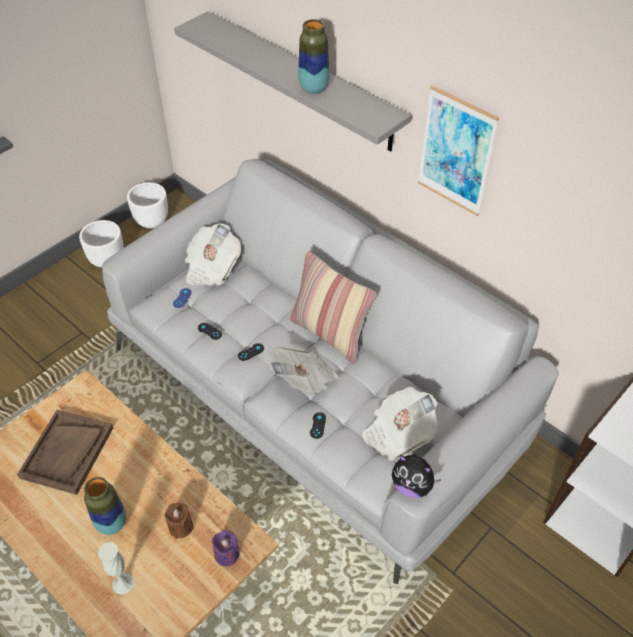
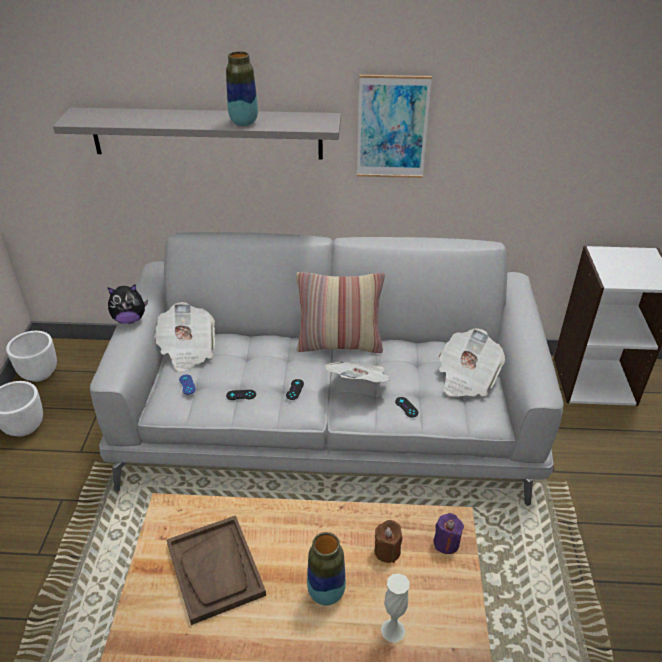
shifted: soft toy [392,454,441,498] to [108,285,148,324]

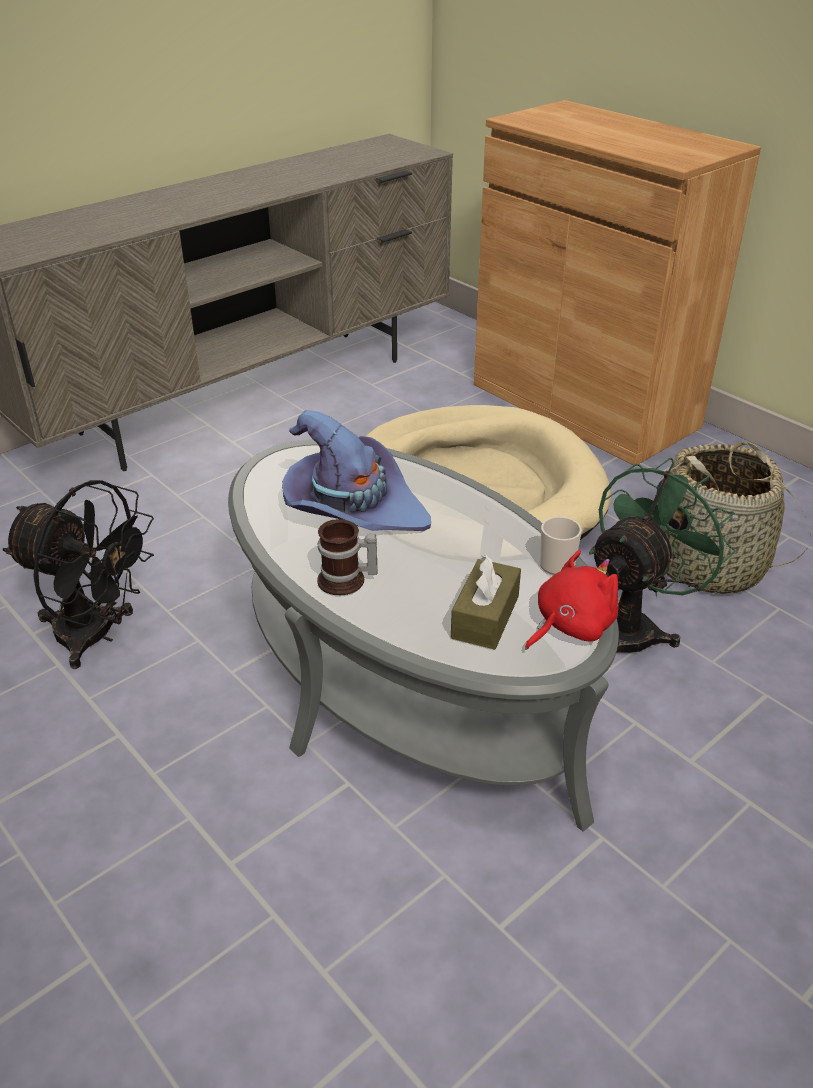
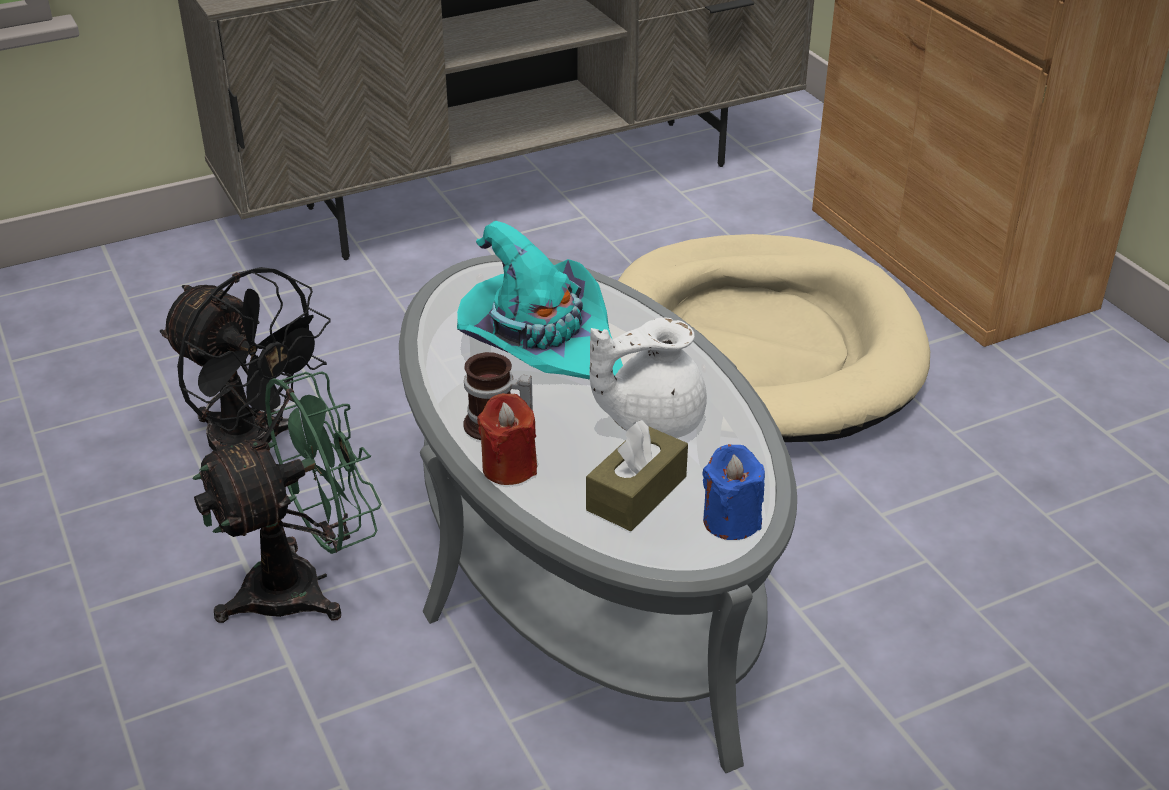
gone: tea mug [540,516,582,575]; storage basket [660,442,807,594]
new: red-coloured candle [477,393,537,485]; white tea pot [590,317,707,438]
shifted: greenish electric fan [589,458,736,653] to [192,371,382,623]
swapped: red-coloured soft toy [525,550,619,650] to bluish candle [702,444,765,540]
repainted: purple hat [282,410,431,531] to turquoise hat [457,221,623,379]

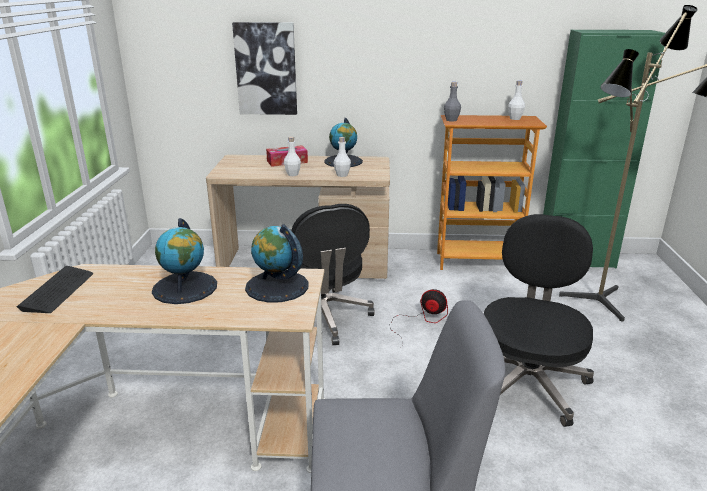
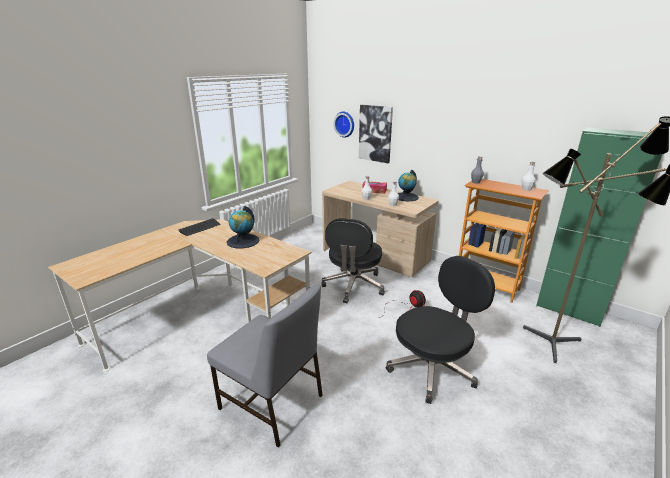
gone: world globe [245,224,308,303]
new: hanging clock [334,112,354,138]

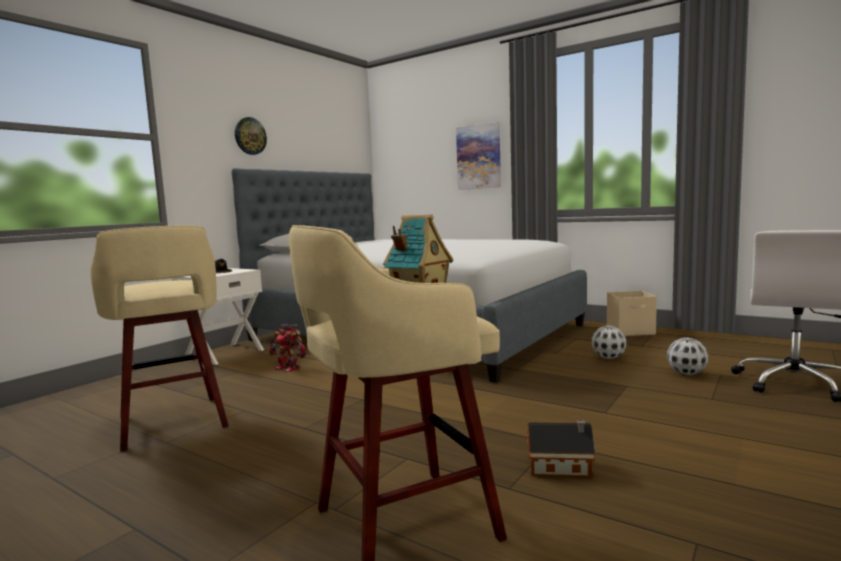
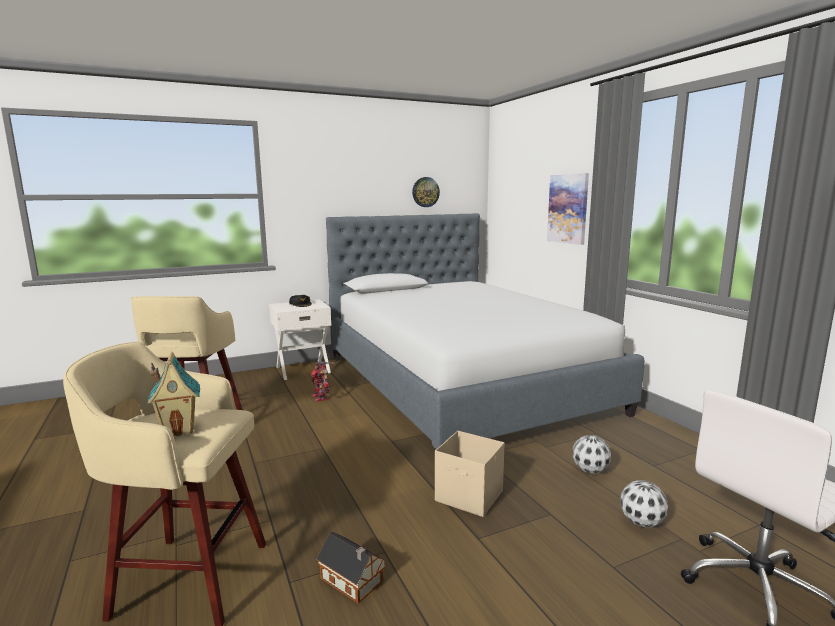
shifted: hanging clock [235,117,267,155] to [412,177,440,207]; sand-coloured storage container [607,291,657,336] to [435,431,505,517]

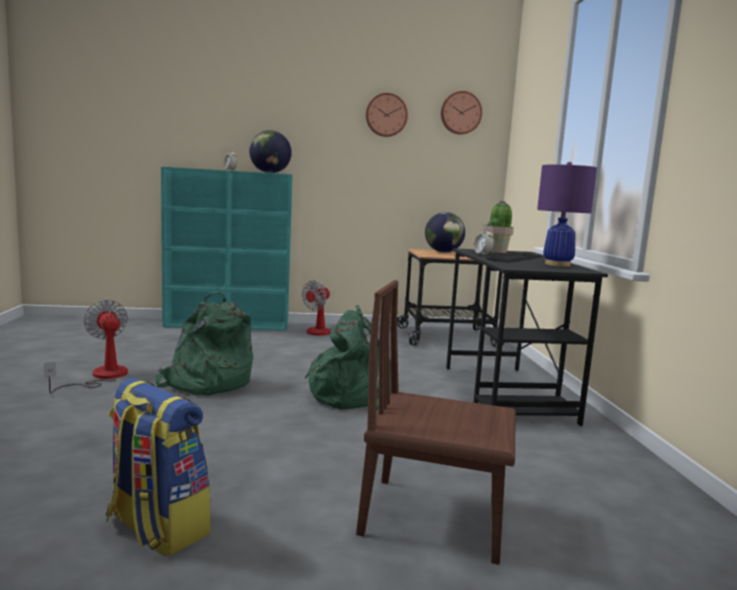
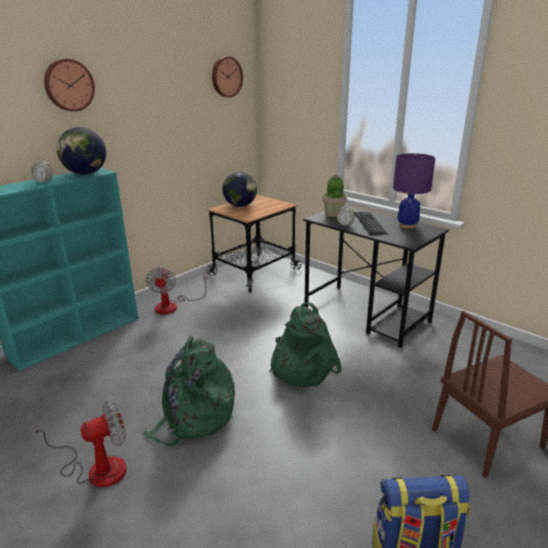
shifted: hanging clock [366,93,408,137] to [44,59,95,112]
rotated: electric fan [44,299,128,393] = [33,400,127,487] 135 degrees clockwise

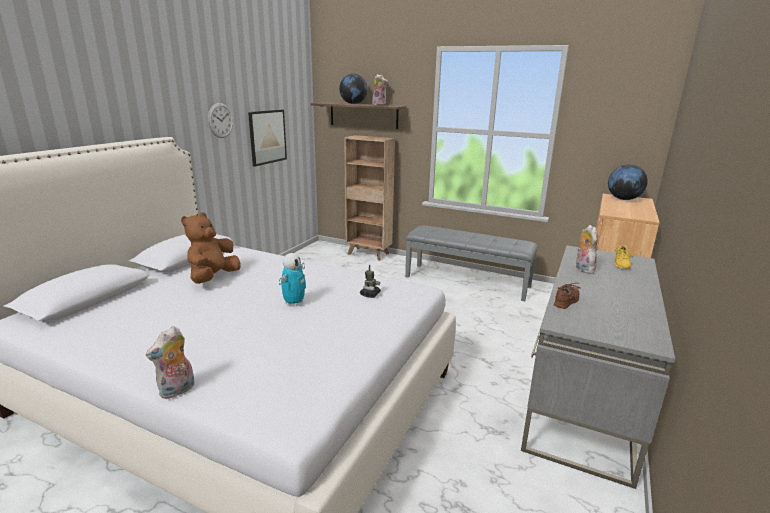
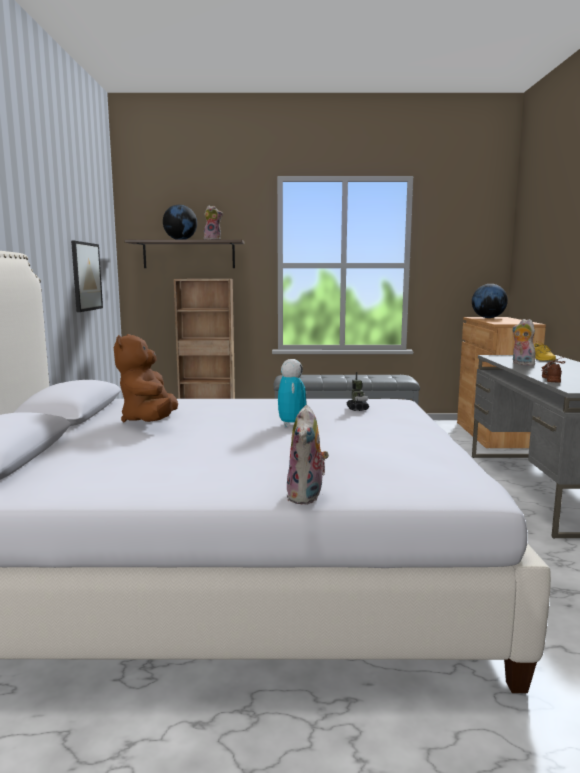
gone: hanging clock [208,103,233,138]

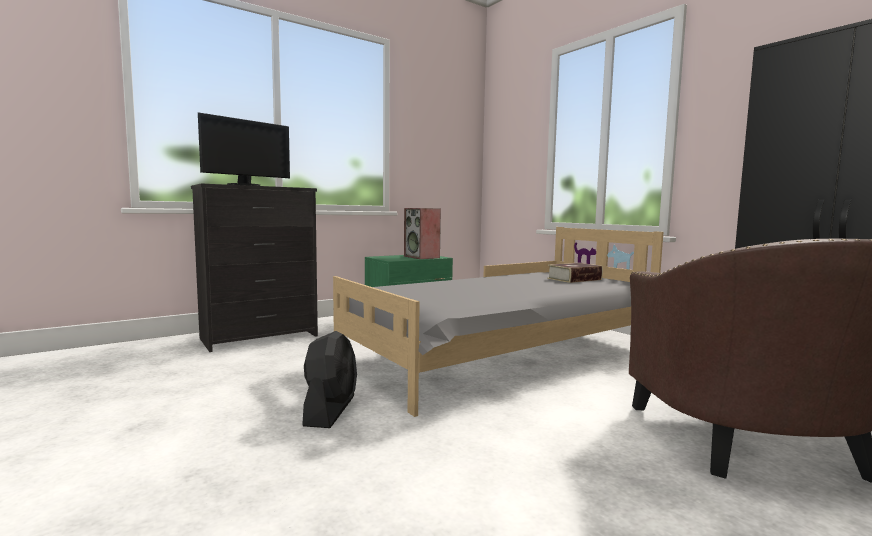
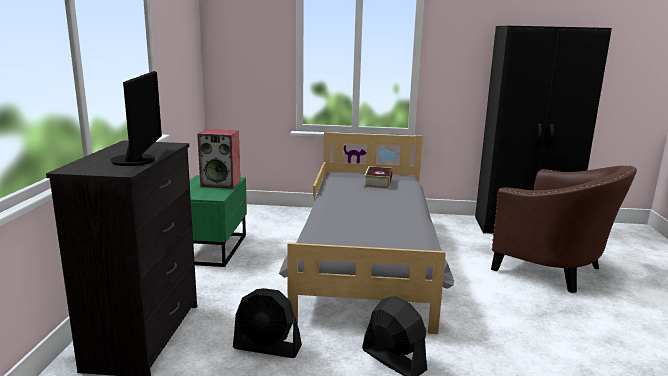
new: black-coloured electric fan [233,288,302,358]

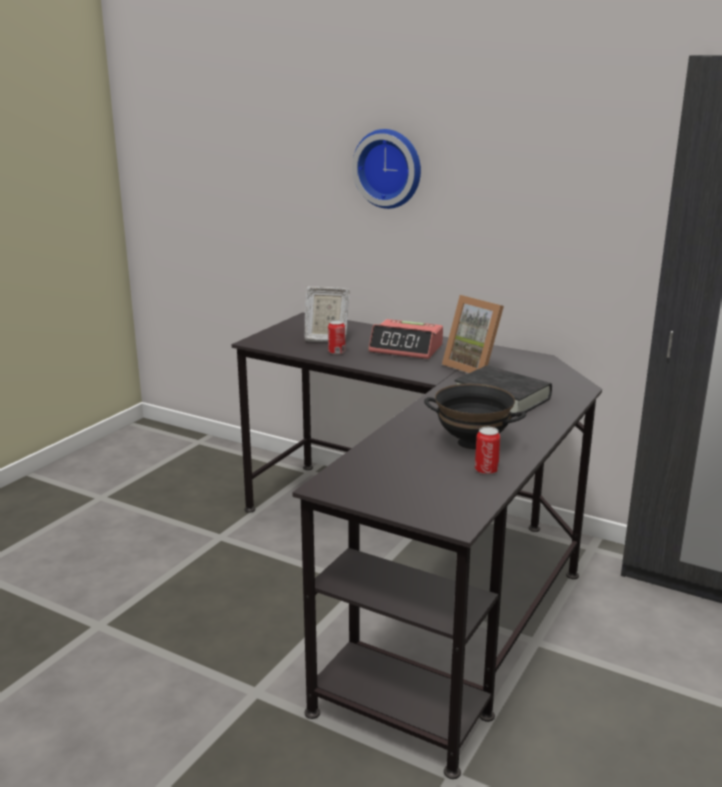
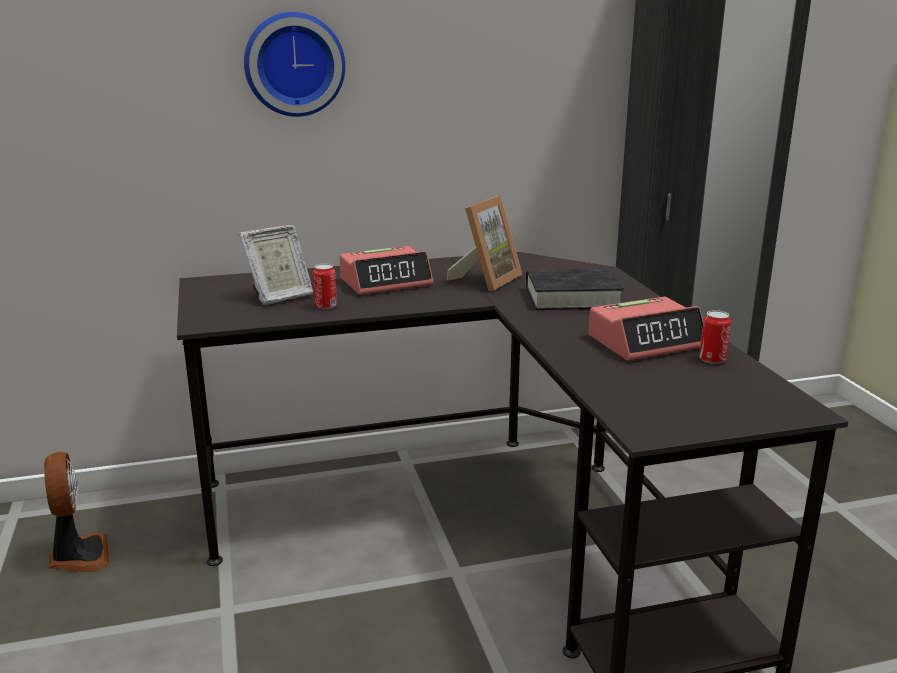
new: electric fan [44,452,109,572]
swapped: black-coloured bowl [424,384,526,449] to bedside clock [589,297,703,361]
rotated: picture frame [442,295,504,373] = [447,195,522,291] 60 degrees counterclockwise

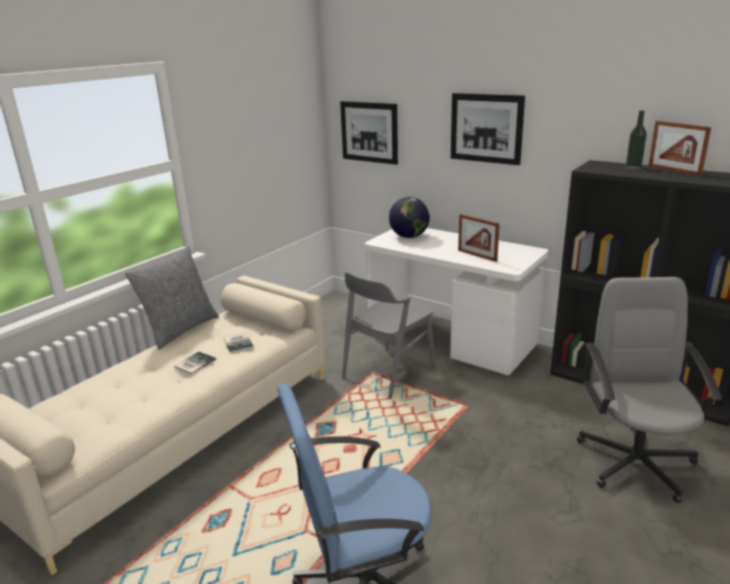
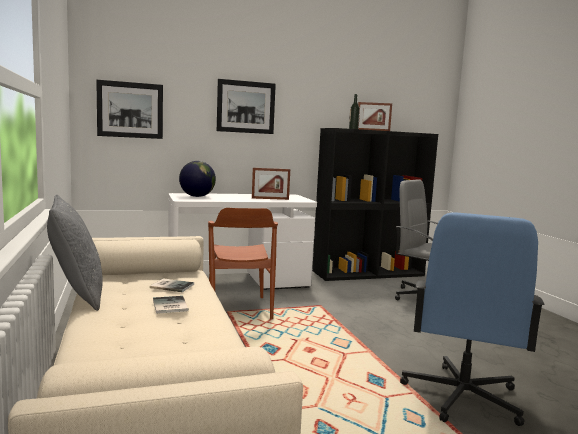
repainted: greyish chair [342,272,435,399] to brown-coloured chair [208,208,278,319]

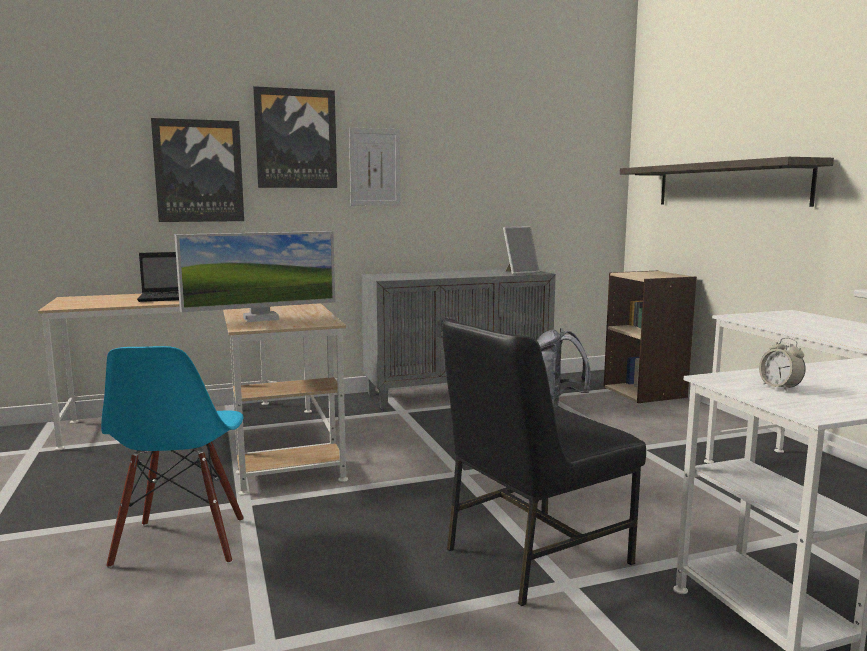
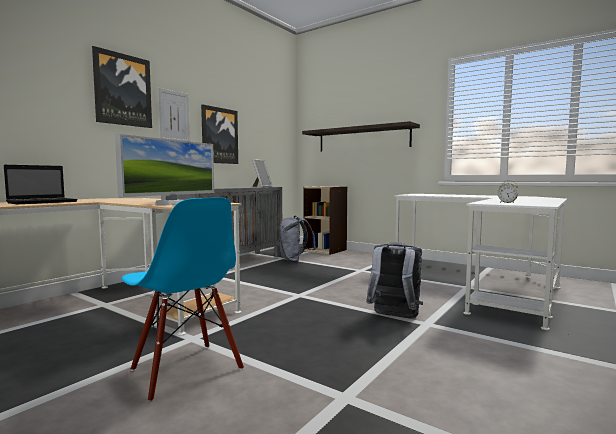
shifted: wall picture [151,118,244,222] to [201,104,238,164]
swapped: black-coloured chair [442,318,646,606] to greyish rucksack [366,242,423,318]

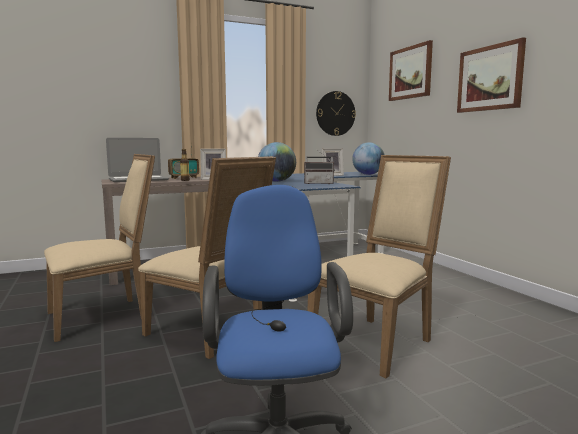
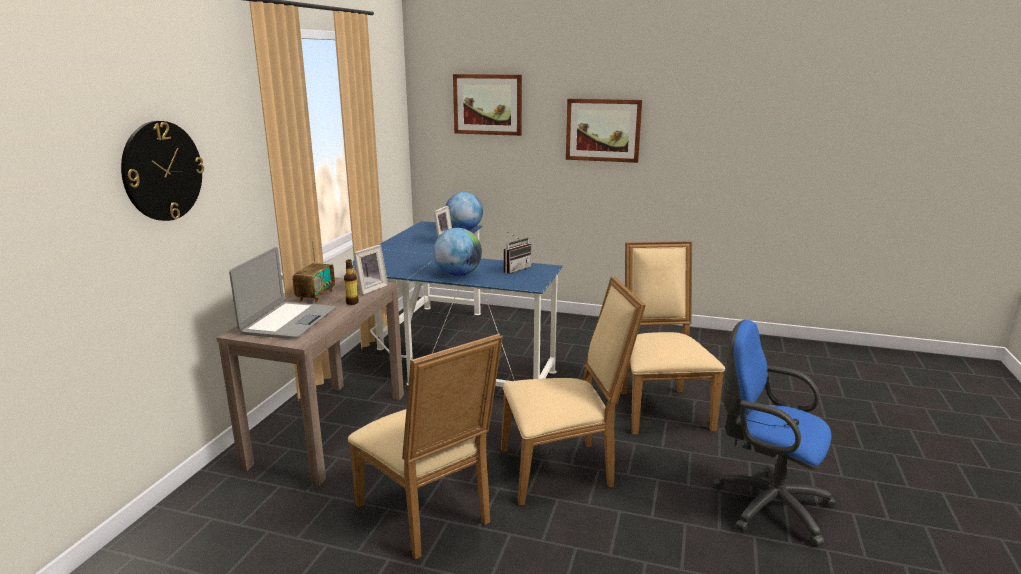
shifted: hanging clock [316,91,356,136] to [121,121,204,221]
rotated: sand-coloured chair [44,154,155,342] = [348,333,503,559] 135 degrees clockwise

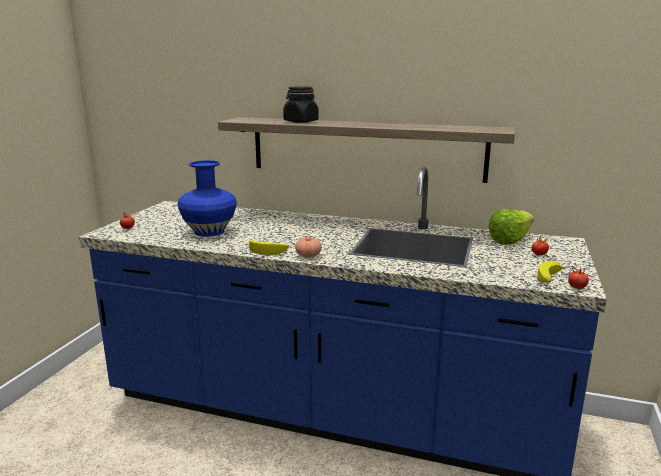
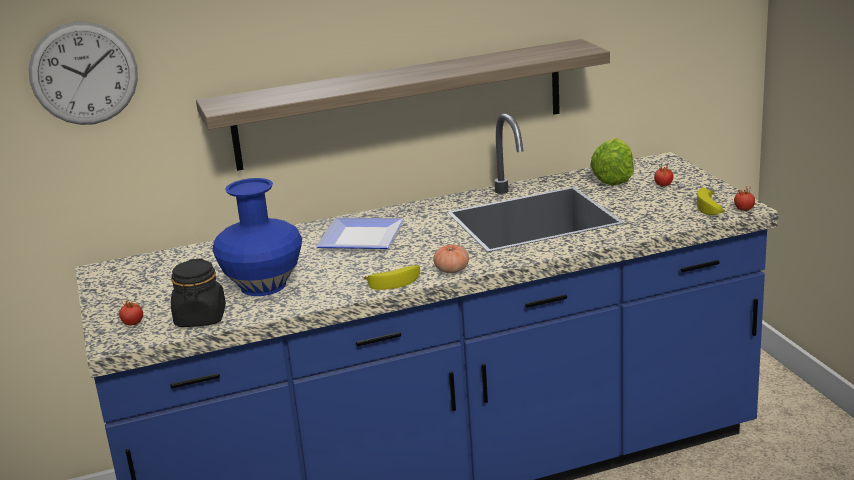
new: hanging clock [29,22,138,125]; flat dish [316,218,404,249]
shifted: black-coloured storage jar [283,86,319,123] to [171,258,226,327]

